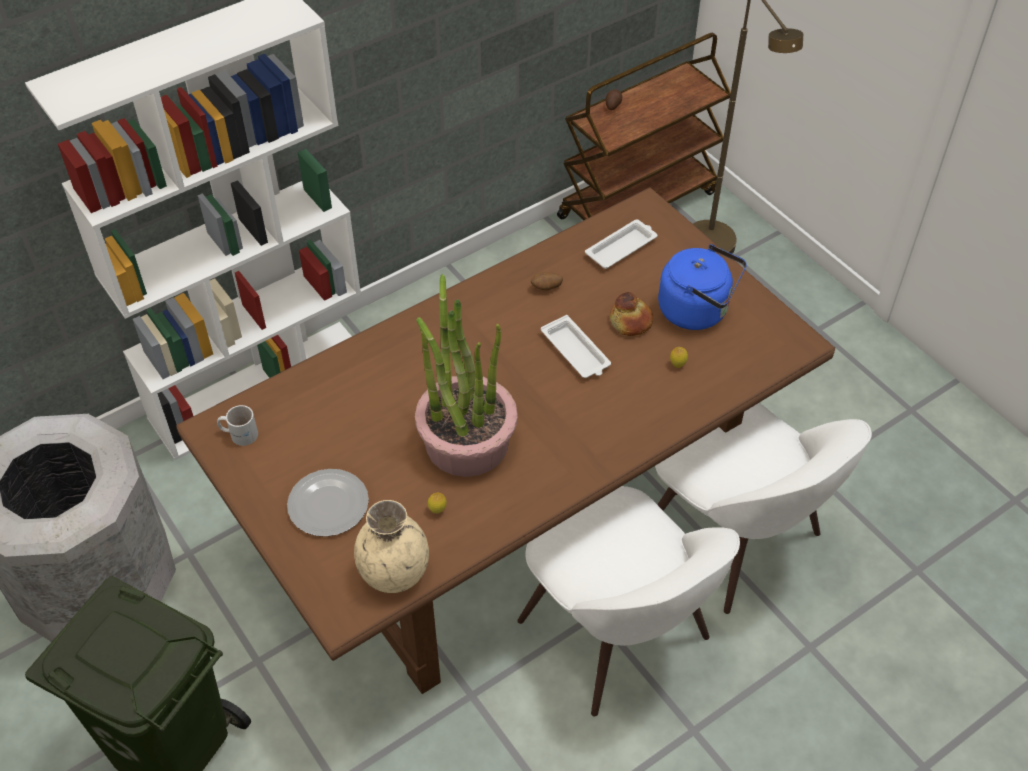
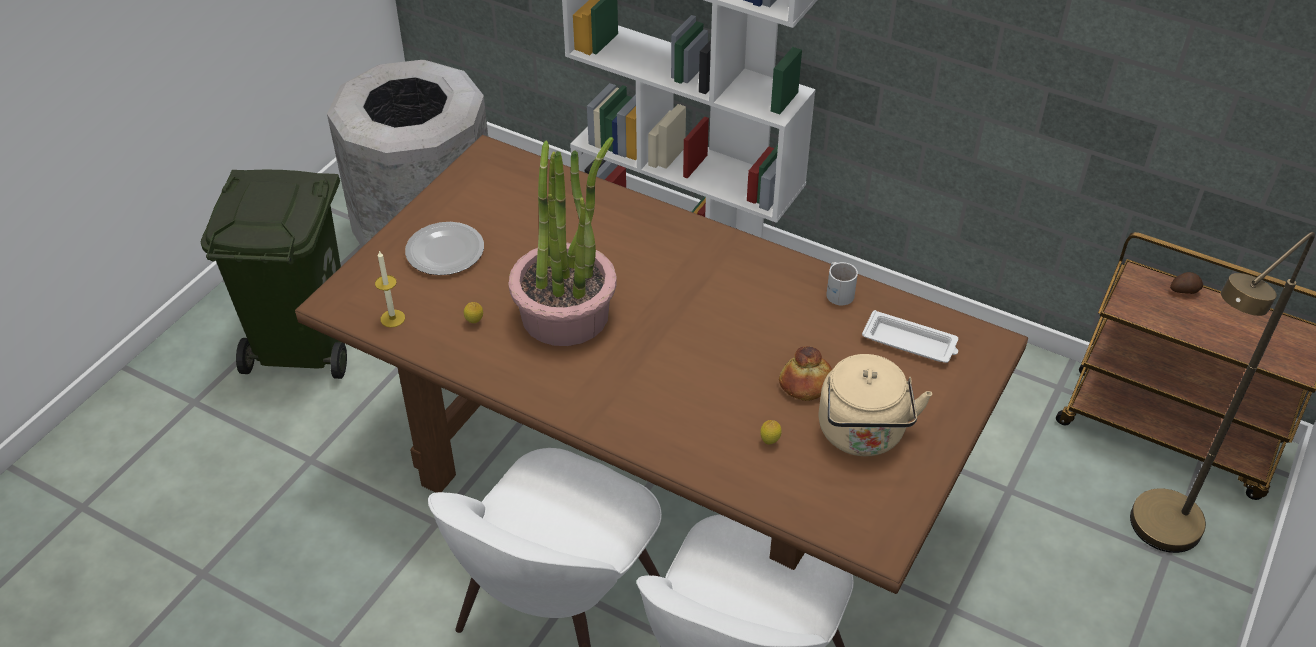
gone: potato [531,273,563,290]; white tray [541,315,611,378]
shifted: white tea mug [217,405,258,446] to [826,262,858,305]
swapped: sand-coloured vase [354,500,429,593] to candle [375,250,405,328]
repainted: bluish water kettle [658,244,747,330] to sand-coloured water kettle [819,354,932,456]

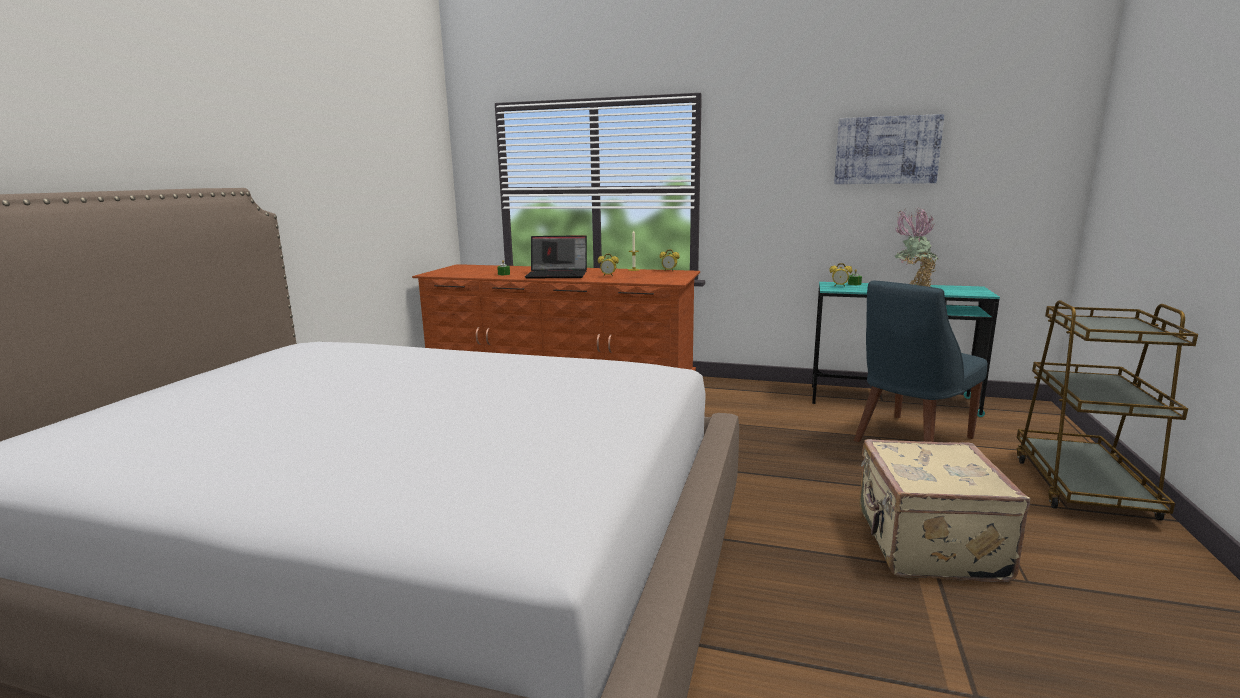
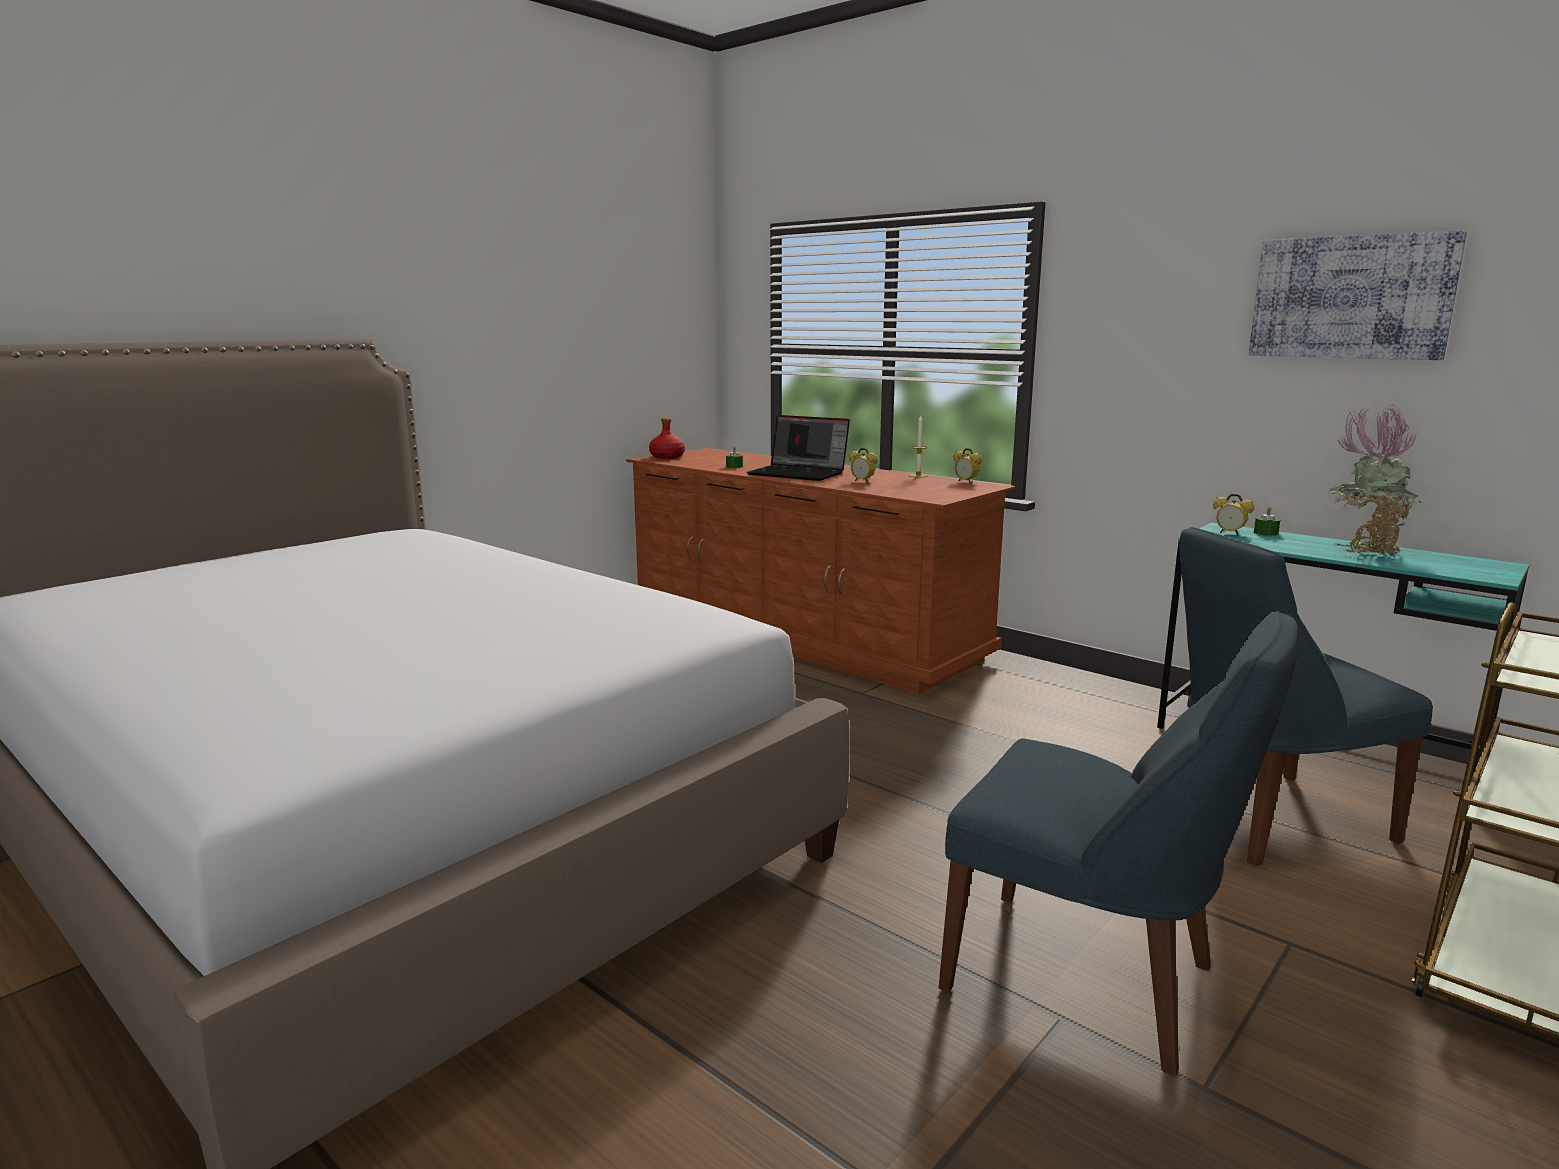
new: red-coloured drink bottle [649,418,685,459]
swapped: sand-coloured travel case [859,439,1030,582] to bluish chair [939,611,1298,1076]

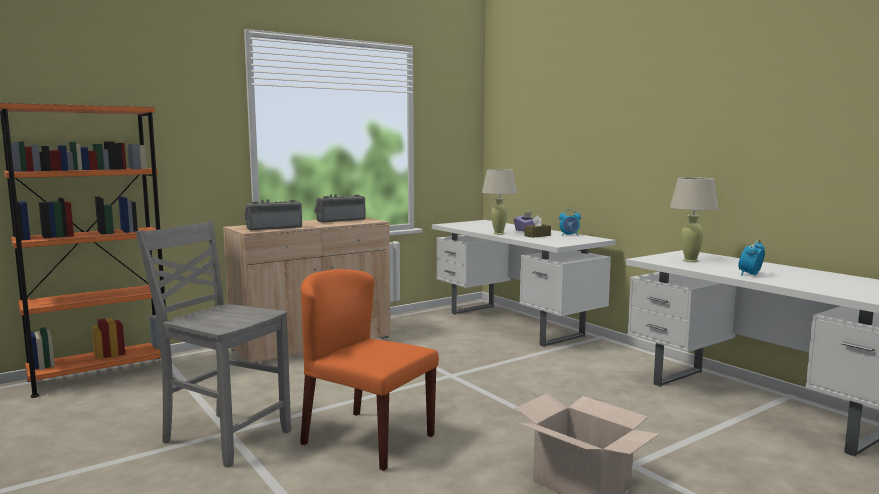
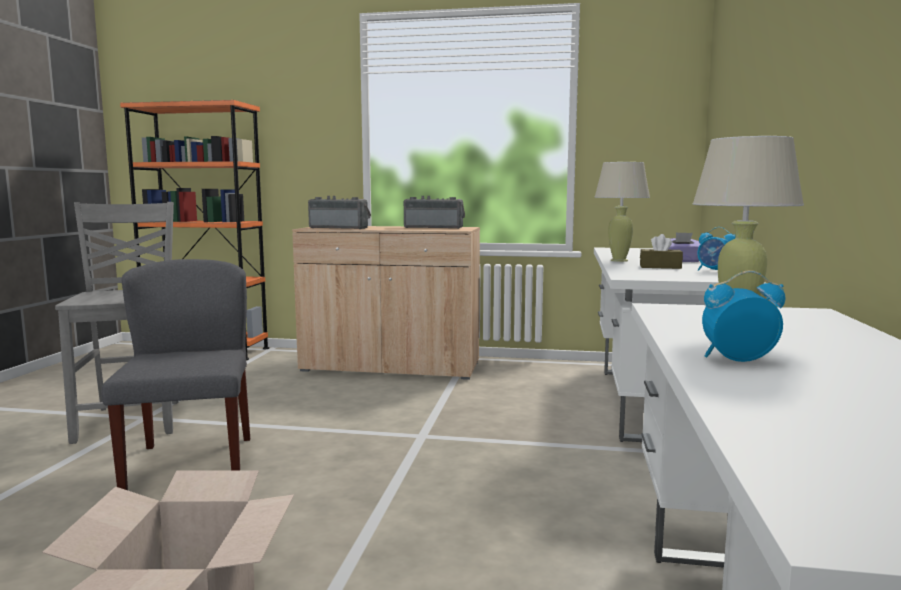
repainted: orange chair [300,269,439,471] to greyish chair [101,259,250,490]

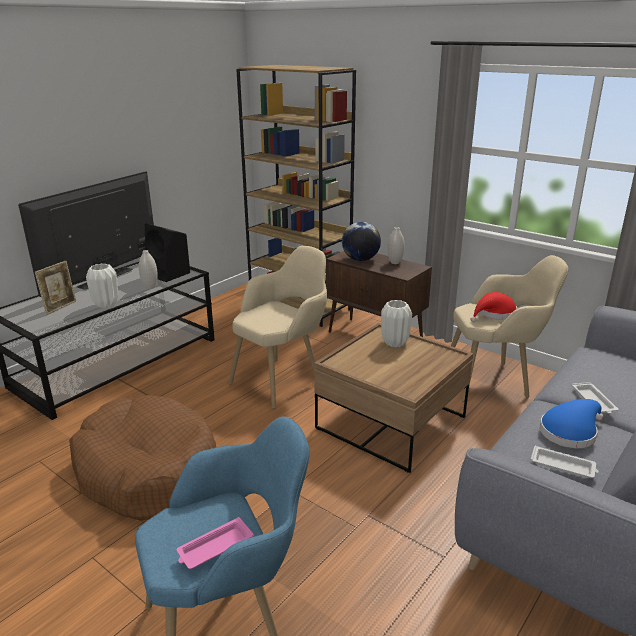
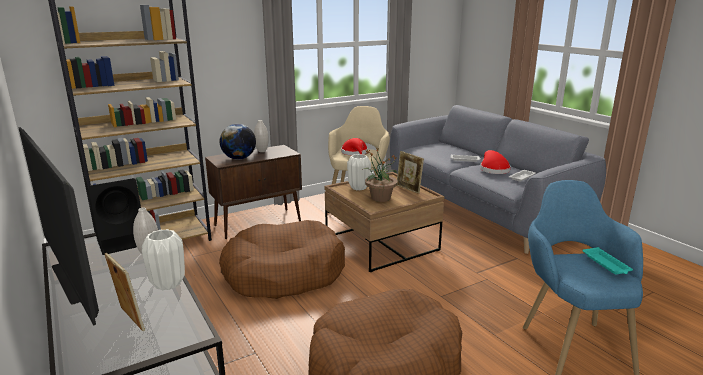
new: potted plant [361,148,398,202]; picture frame [397,151,424,194]
swapped: sand-coloured armchair [229,246,327,409] to brown-coloured dog cushion [219,220,345,299]
repainted: pink tray [176,517,254,569] to turquoise tray [582,247,633,275]; bluish hat [540,399,603,448] to red-coloured hat [480,150,511,174]

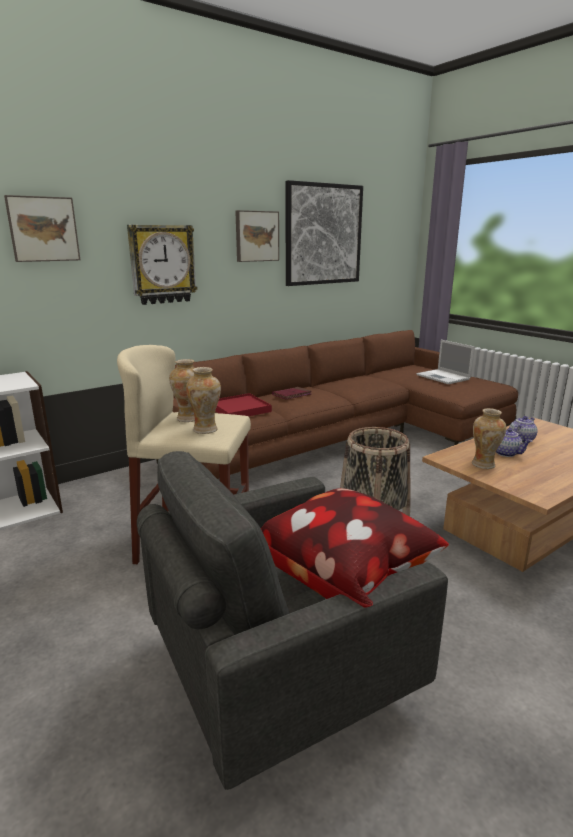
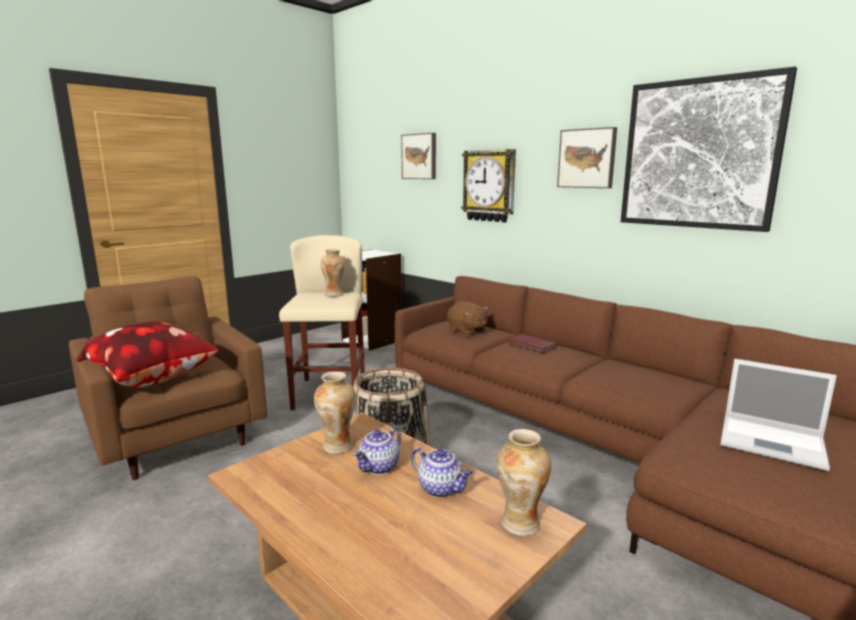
shifted: vase [186,367,221,434] to [497,429,551,536]
swapped: red-coloured tray [215,393,272,416] to brown-coloured soft toy [447,302,488,336]
repainted: greyish armchair [137,451,448,790] to brown-coloured armchair [69,276,267,480]
rotated: notebook computer [416,340,475,384] = [720,359,837,471] 105 degrees counterclockwise

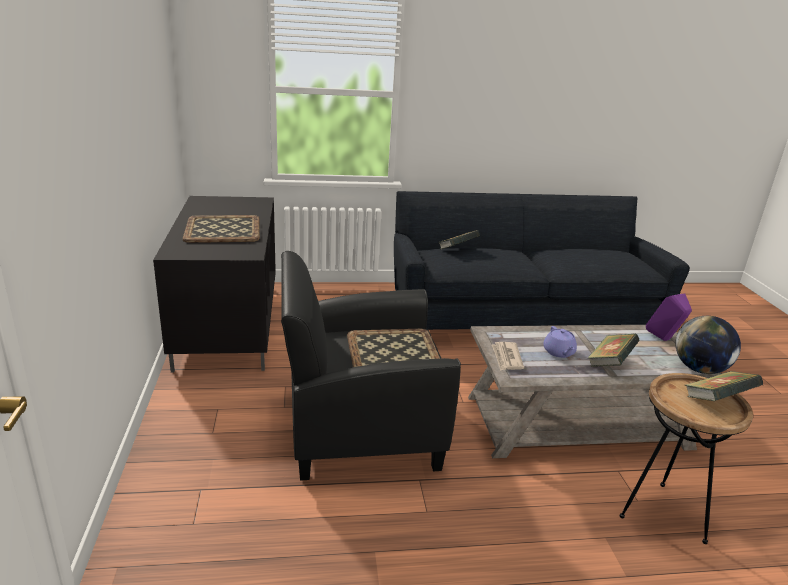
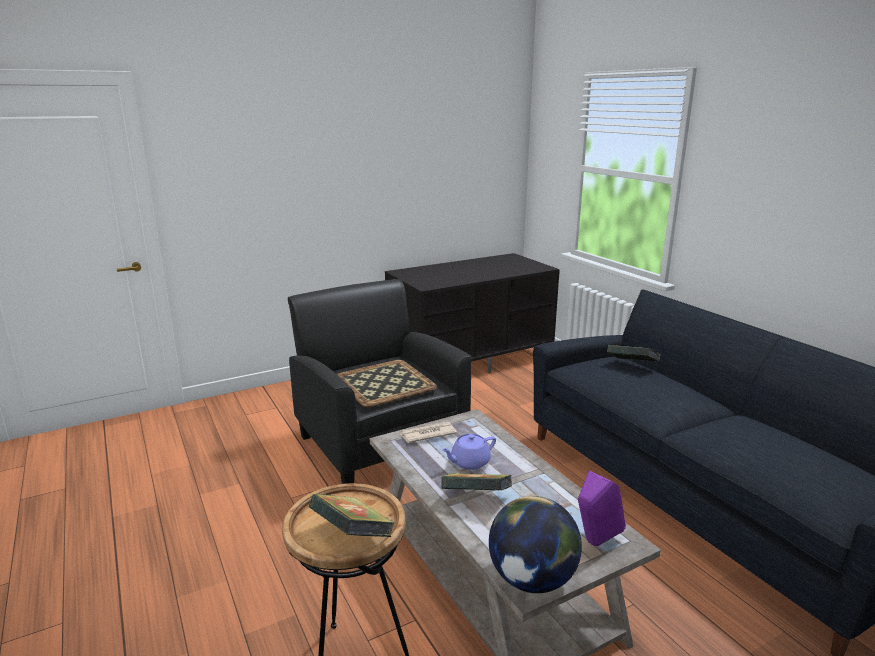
gone: tray [183,215,260,243]

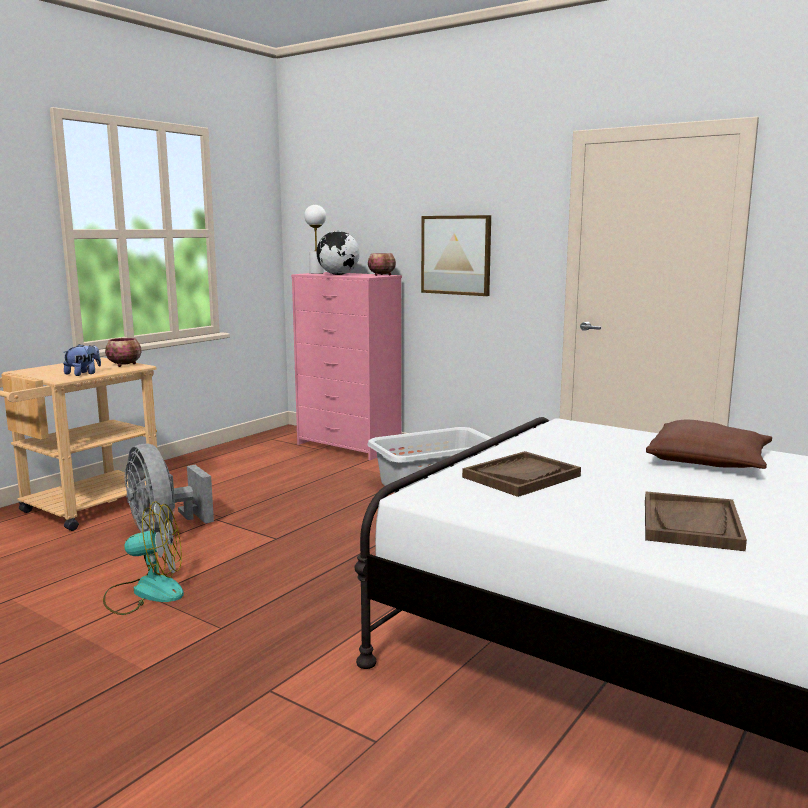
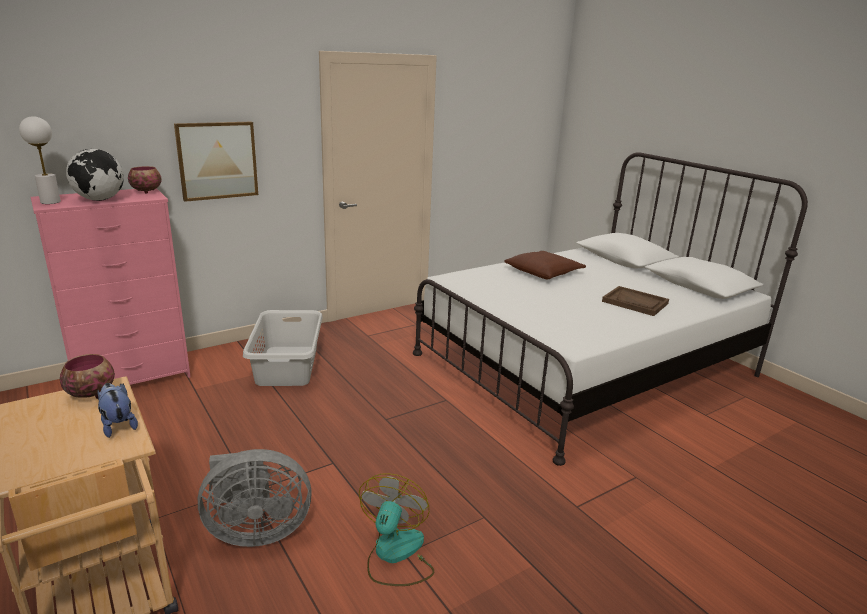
gone: brown-coloured tray [462,451,581,497]

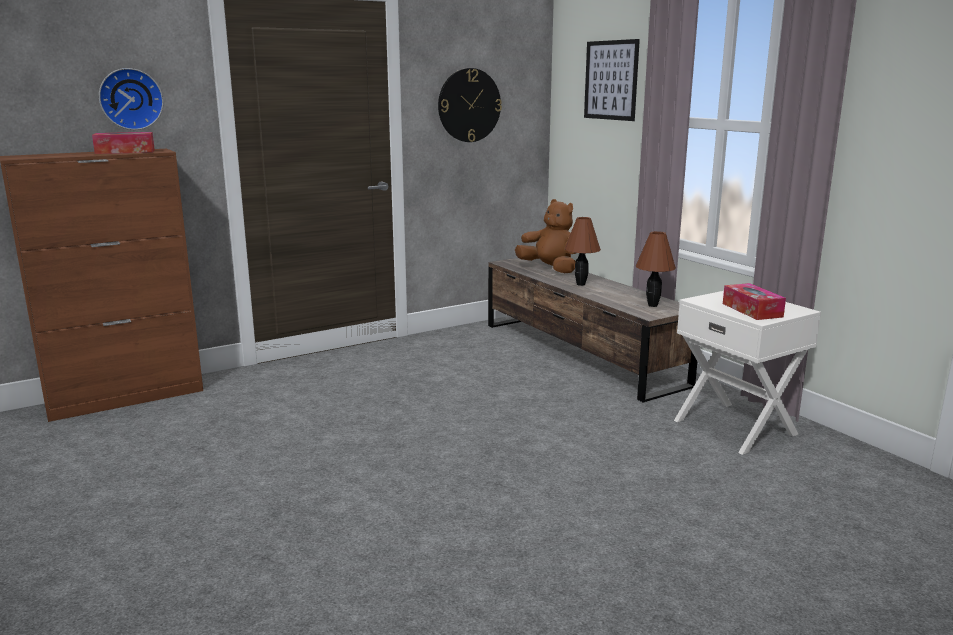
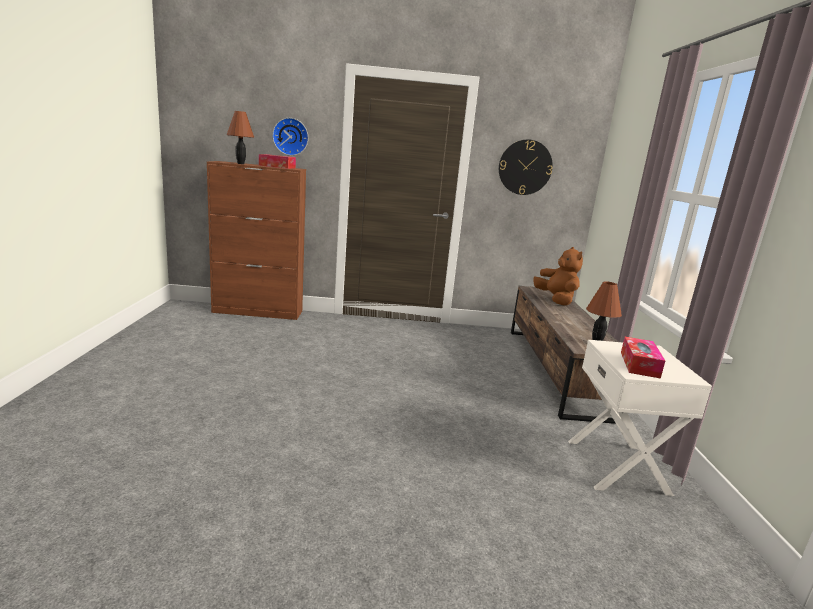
gone: wall picture [584,39,640,121]
shifted: brown-coloured lamp for a table [565,217,601,286] to [227,111,254,164]

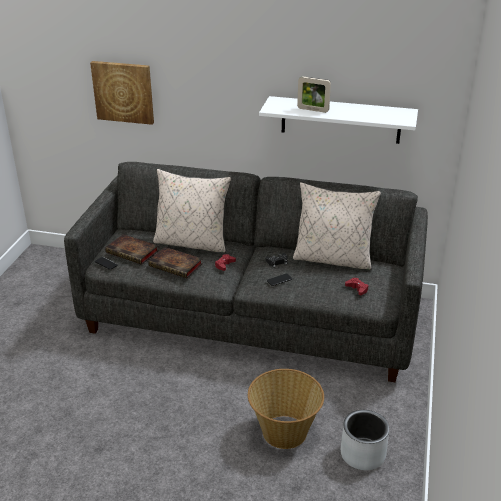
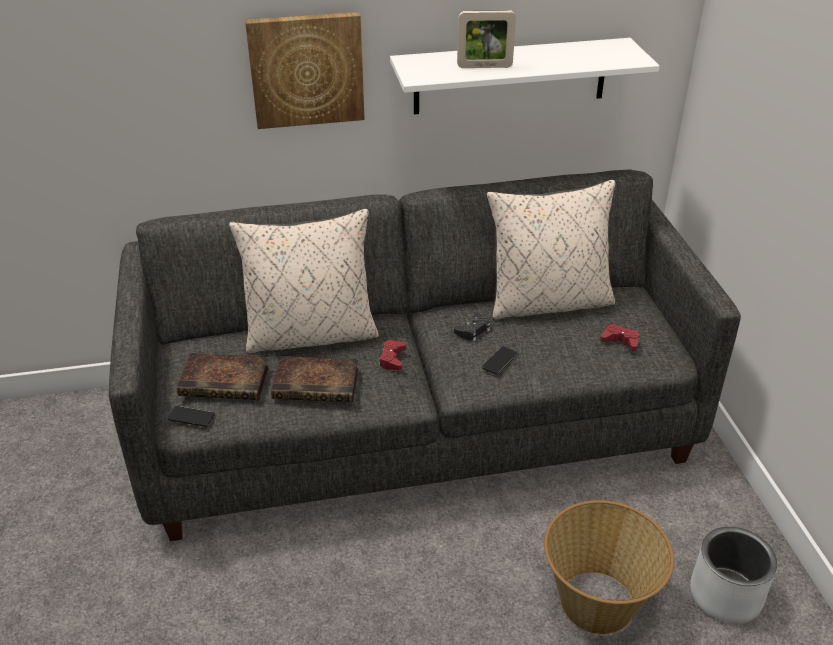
shifted: wall picture [90,61,154,125] to [245,12,365,129]

